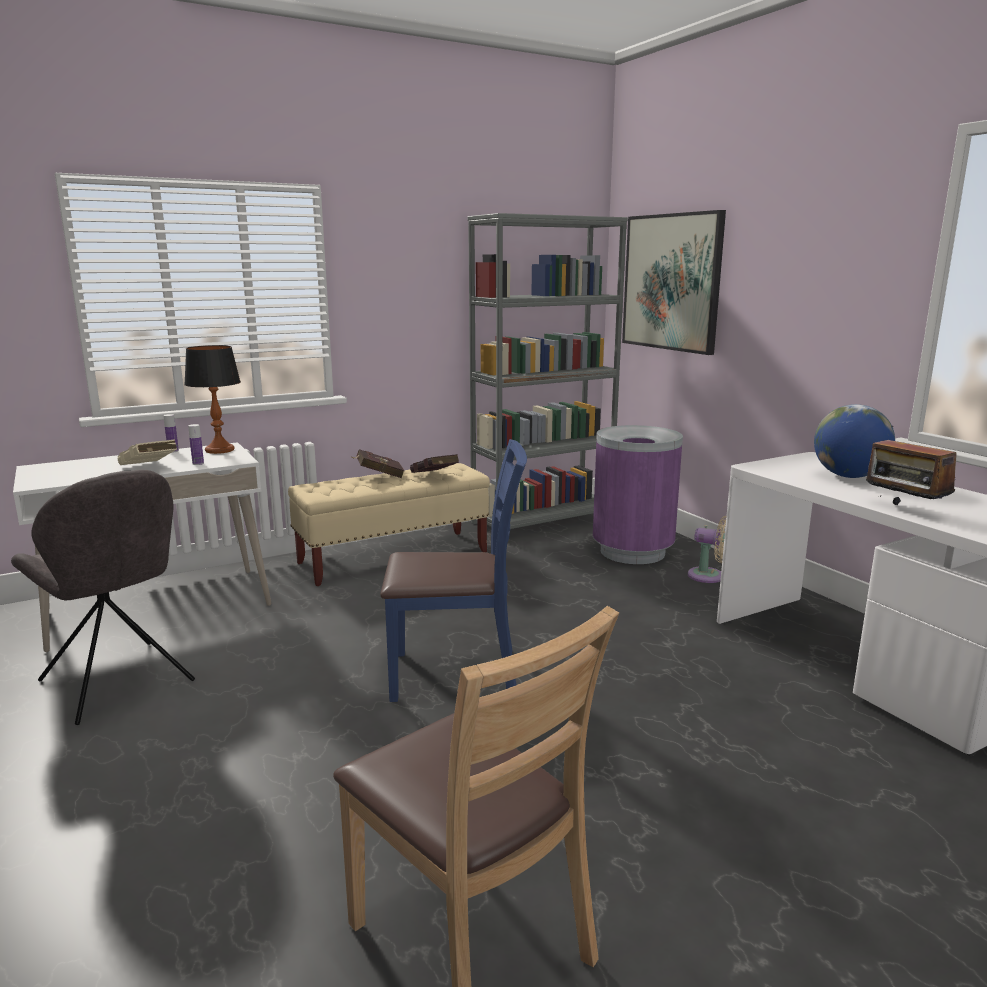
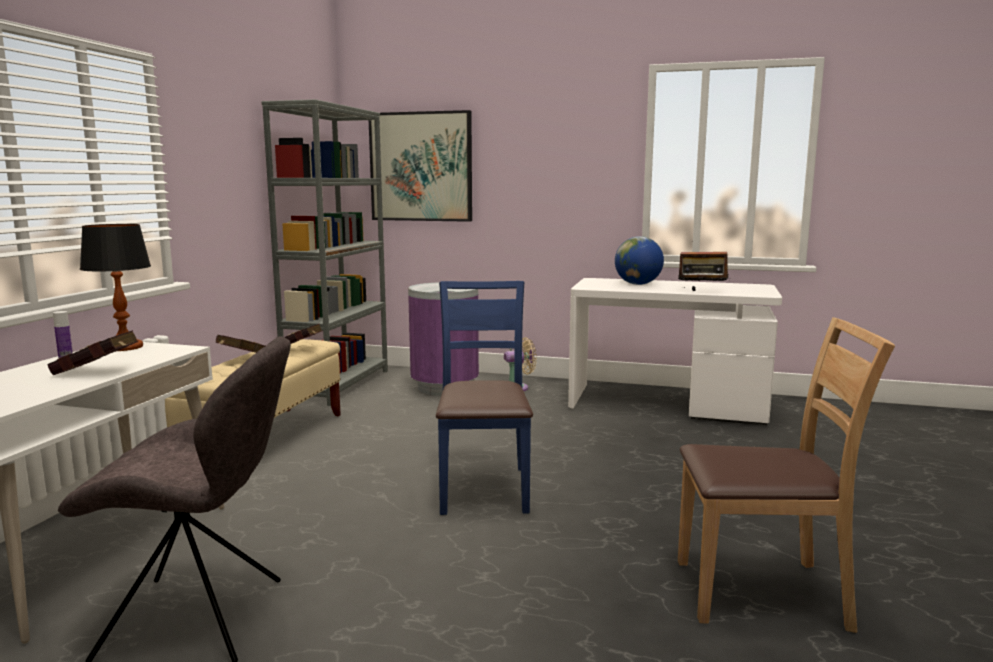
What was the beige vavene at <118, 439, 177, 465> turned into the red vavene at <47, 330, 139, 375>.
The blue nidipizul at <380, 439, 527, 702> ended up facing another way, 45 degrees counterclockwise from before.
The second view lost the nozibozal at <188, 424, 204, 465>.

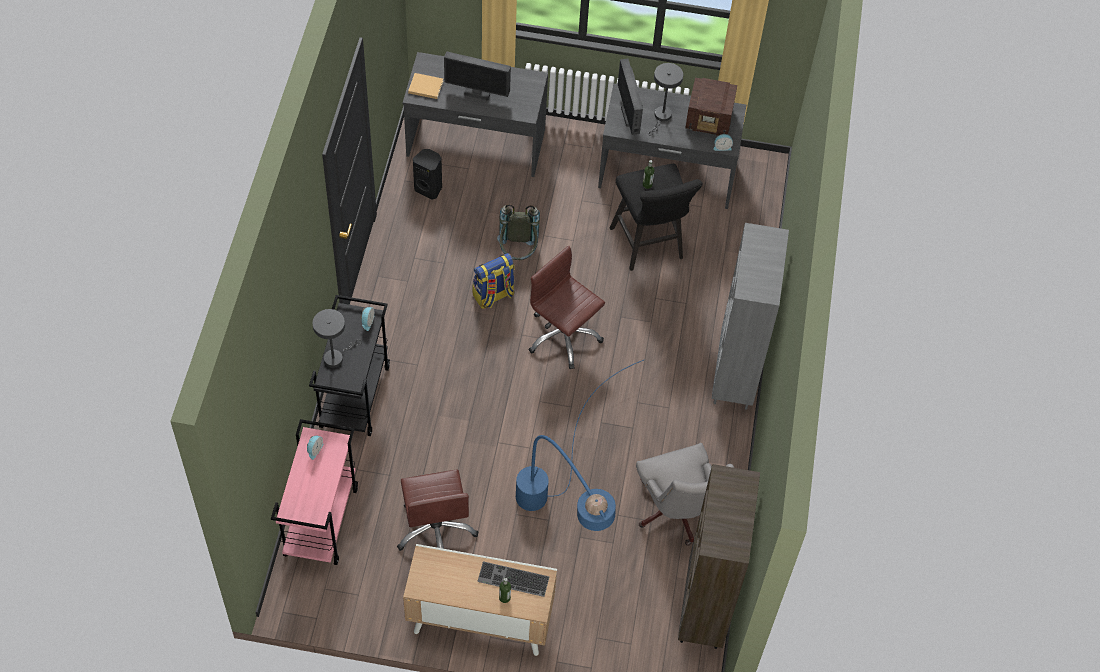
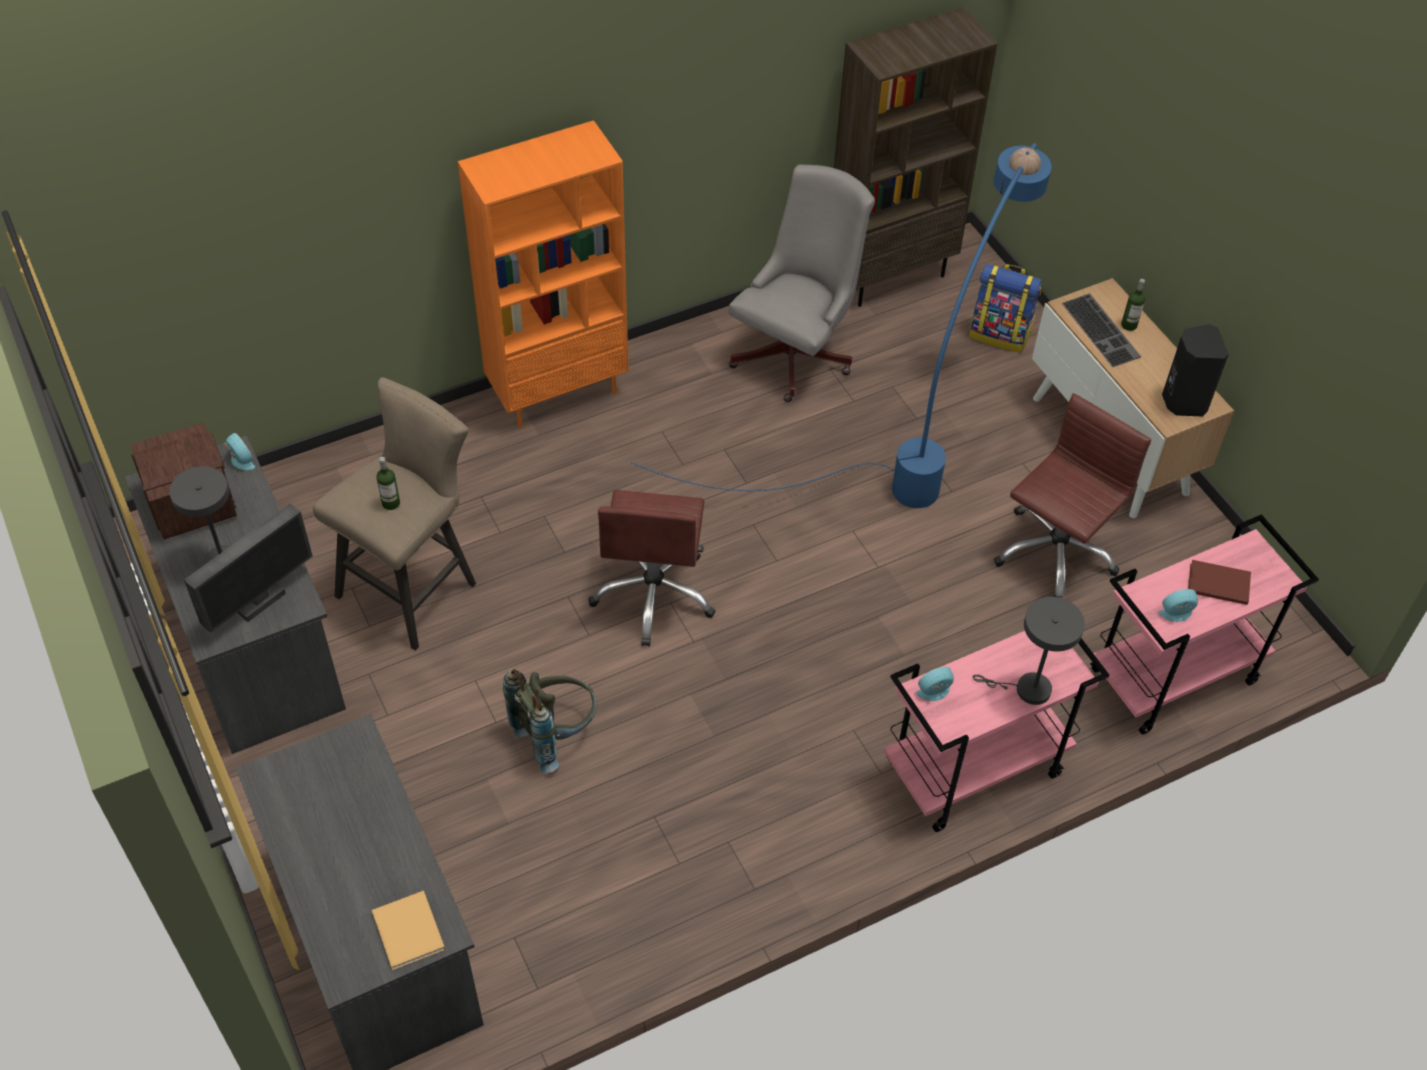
What was the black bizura at <610, 164, 703, 271> turned into the beige bizura at <313, 377, 476, 651>.
What was the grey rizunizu at <712, 223, 789, 410> turned into the orange rizunizu at <458, 120, 629, 429>.
What was the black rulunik at <309, 295, 390, 436> turned into the pink rulunik at <884, 631, 1109, 832>.
The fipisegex ended up elsewhere, having gone from <472, 253, 515, 309> to <969, 264, 1041, 352>.
The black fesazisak ended up elsewhere, having gone from <413, 149, 442, 200> to <1162, 324, 1229, 416>.
The second view gained the brown vavene at <1188, 560, 1251, 605>.
The second view lost the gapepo at <444, 51, 511, 101>.

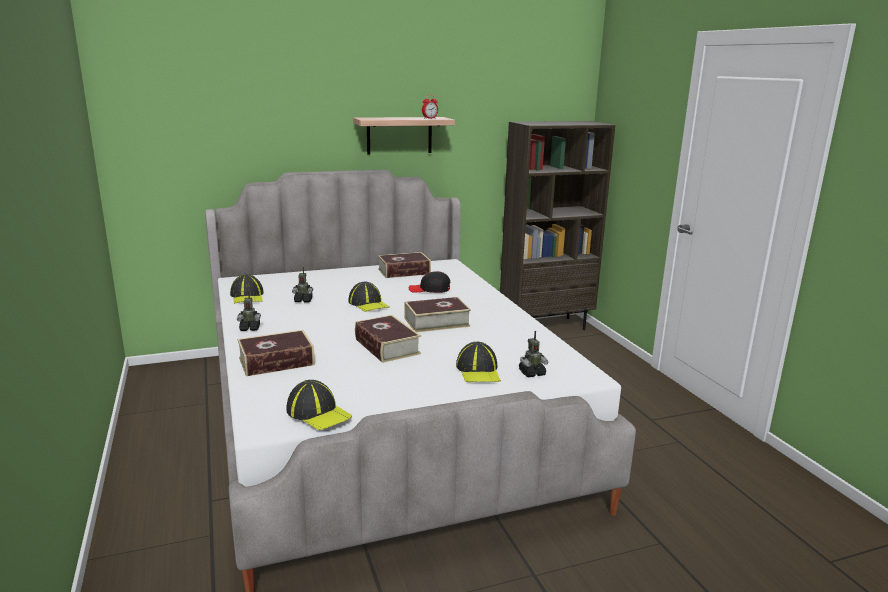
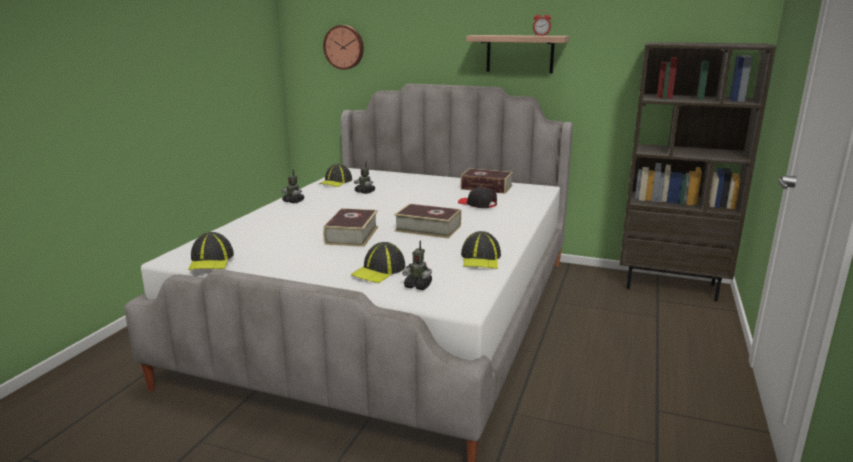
The second view gained the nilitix at <323, 25, 364, 70>.
The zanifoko ended up elsewhere, having gone from <348, 282, 389, 312> to <461, 231, 501, 269>.
The second view lost the vavene at <237, 330, 315, 376>.

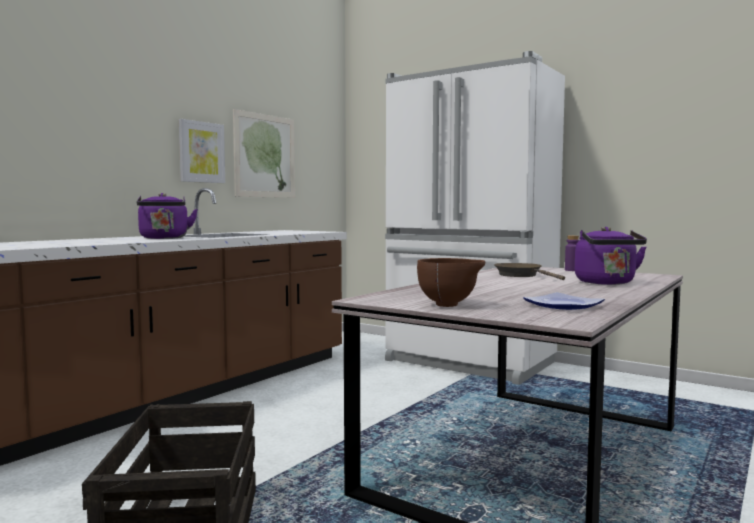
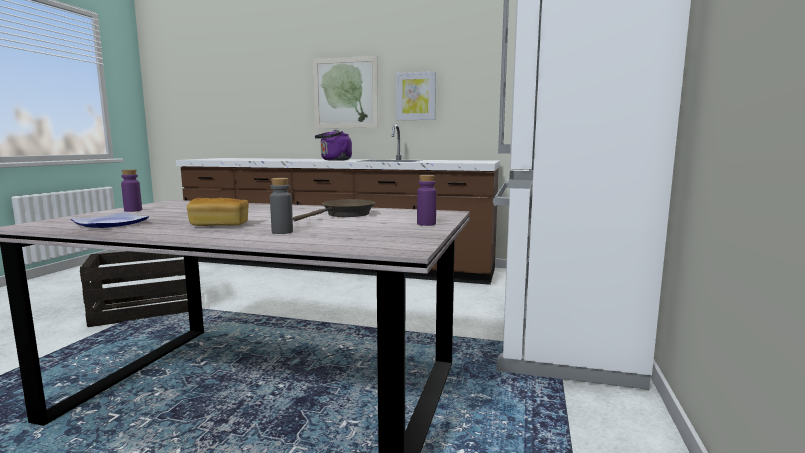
Where the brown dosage stood at <417, 258, 485, 307>, the purple nozibozal came to stand at <121, 169, 142, 212>.
The second view gained the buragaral at <187, 198, 249, 226>.
Where the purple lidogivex stood at <575, 227, 647, 285>, the grey nozibozal came to stand at <270, 178, 293, 234>.
The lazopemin ended up elsewhere, having gone from <233, 109, 295, 198> to <313, 56, 378, 128>.

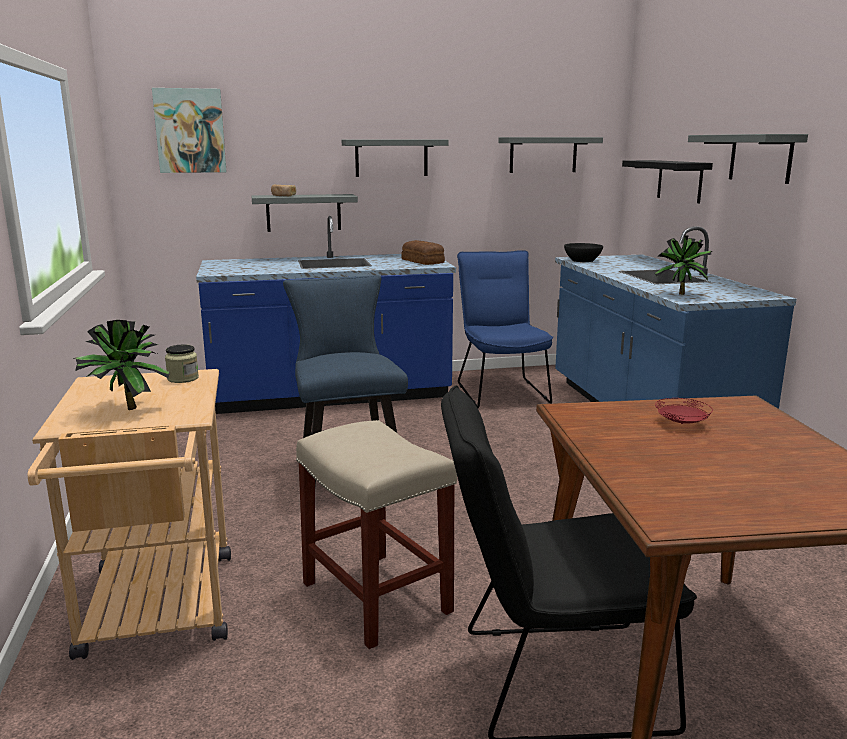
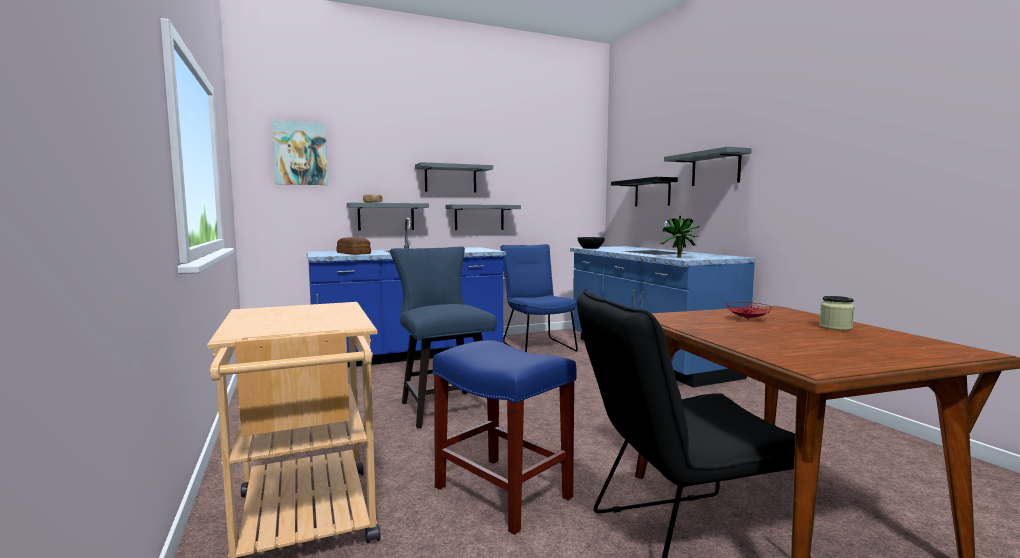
The buragaral ended up elsewhere, having gone from <401, 240, 445, 265> to <337, 237, 371, 255>.
What was the beige bizura at <296, 420, 457, 649> turned into the blue bizura at <432, 340, 577, 535>.
The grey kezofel ended up elsewhere, having gone from <498, 137, 603, 173> to <446, 204, 521, 230>.
The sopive ended up elsewhere, having gone from <165, 345, 199, 383> to <819, 296, 855, 330>.
The second view lost the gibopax at <73, 320, 170, 410>.

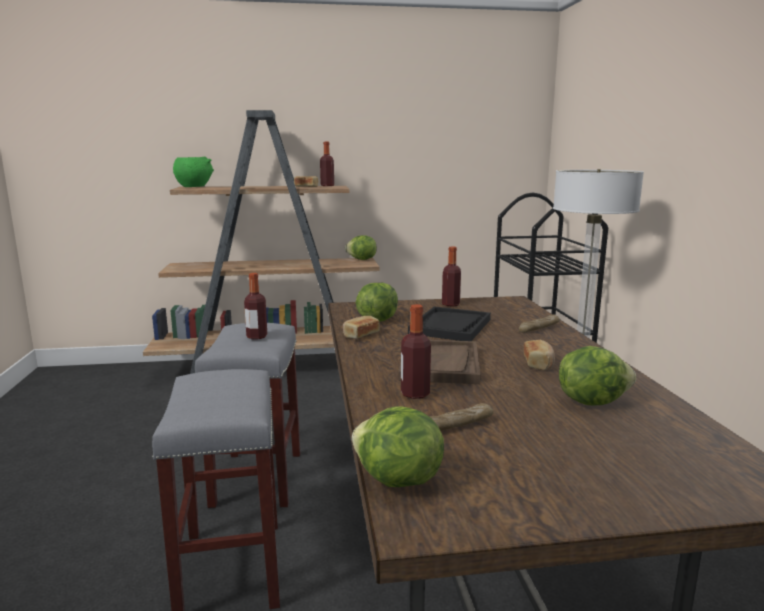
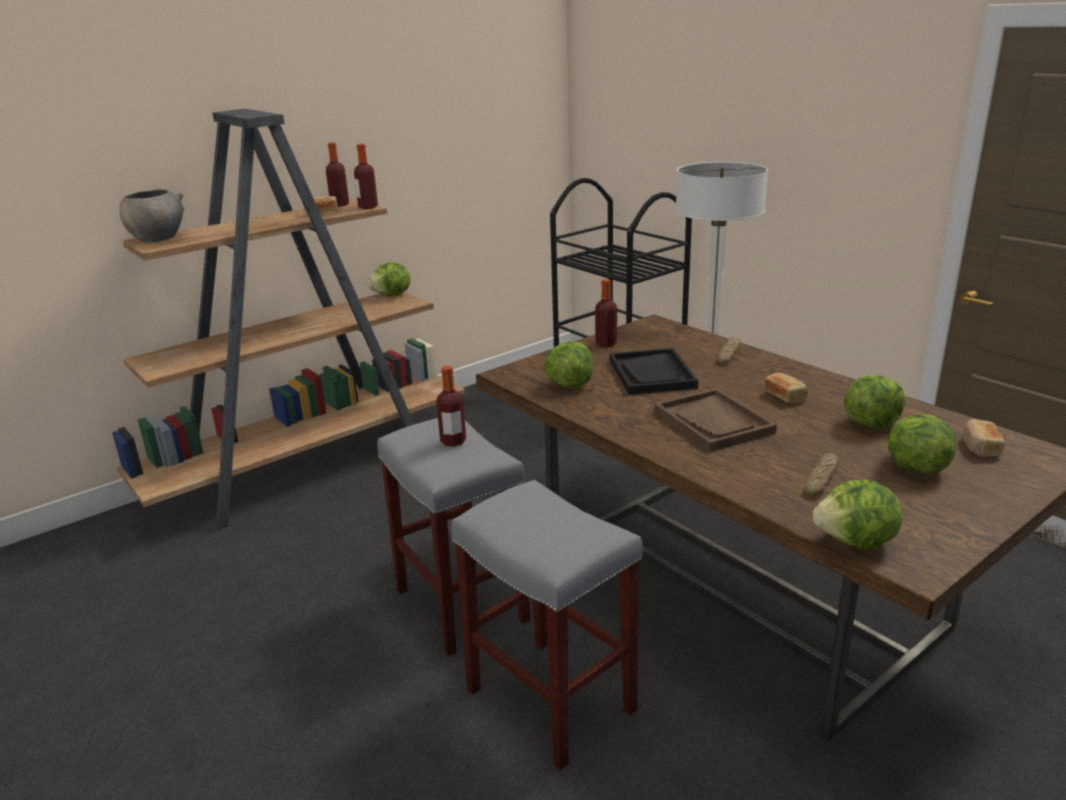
What was the green dosage at <173, 157, 214, 187> turned into the grey dosage at <119, 189, 184, 242>.
The nozibozal ended up elsewhere, having gone from <401, 304, 431, 399> to <354, 144, 378, 209>.
The second view gained the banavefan at <887, 414, 956, 474>.
The buragaral ended up elsewhere, having gone from <343, 316, 380, 339> to <963, 419, 1005, 457>.

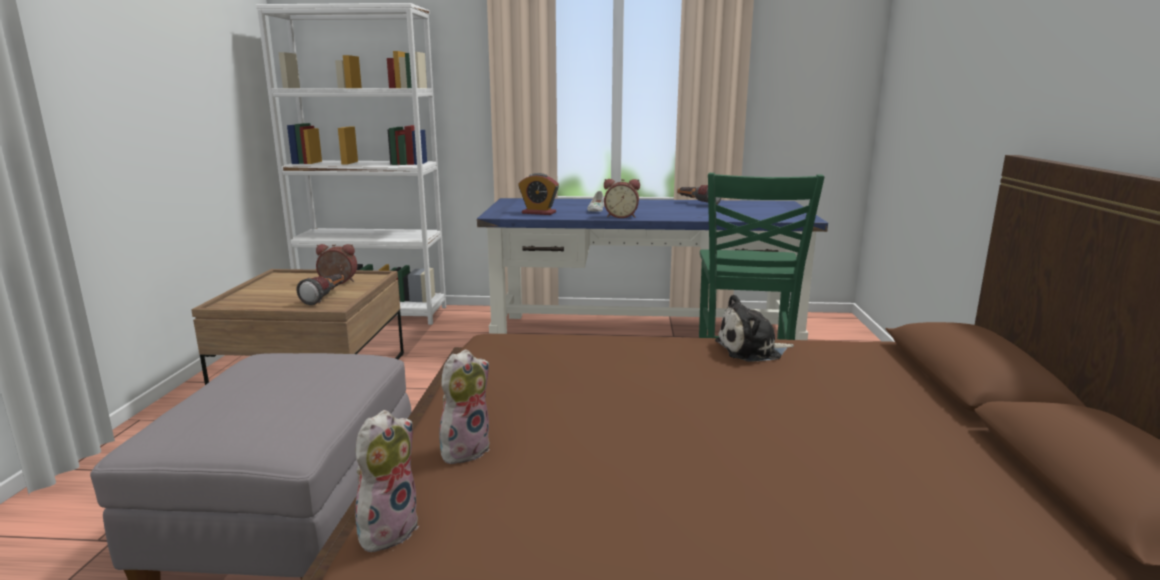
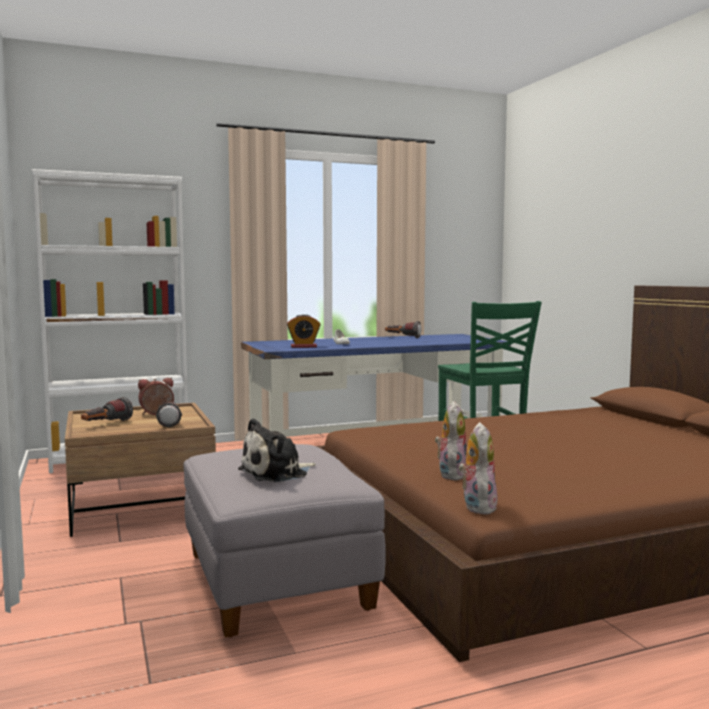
The second view gained the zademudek at <81, 397, 133, 421>.
The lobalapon ended up elsewhere, having gone from <715, 295, 794, 362> to <238, 418, 316, 482>.
The second view lost the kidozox at <604, 179, 640, 218>.

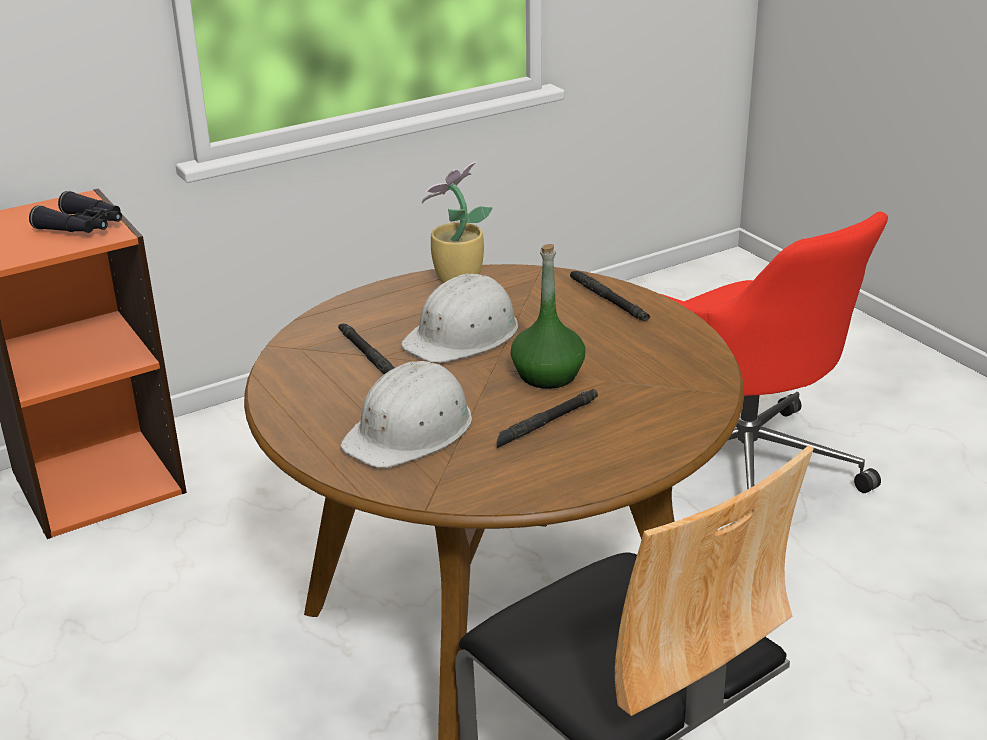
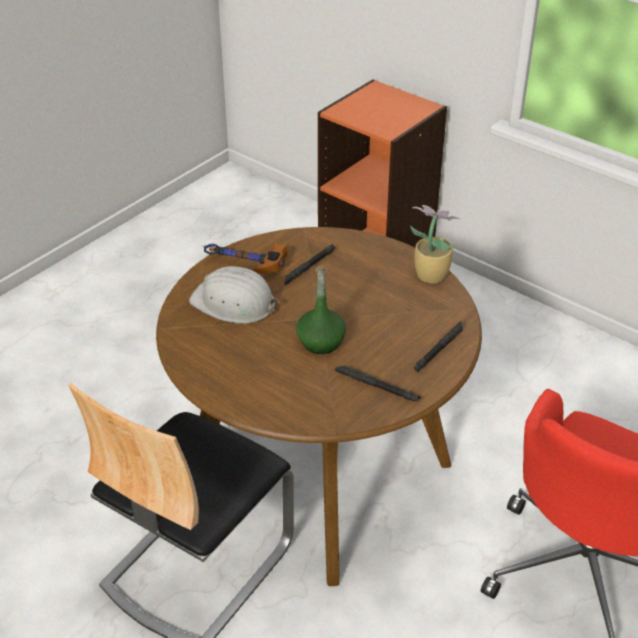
The second view gained the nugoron at <203, 243, 288, 273>.
The black zademudek ended up elsewhere, having gone from <497, 389, 598, 448> to <335, 366, 421, 402>.
The second view lost the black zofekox at <29, 191, 122, 233>.
The second view lost the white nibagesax at <401, 273, 518, 363>.

